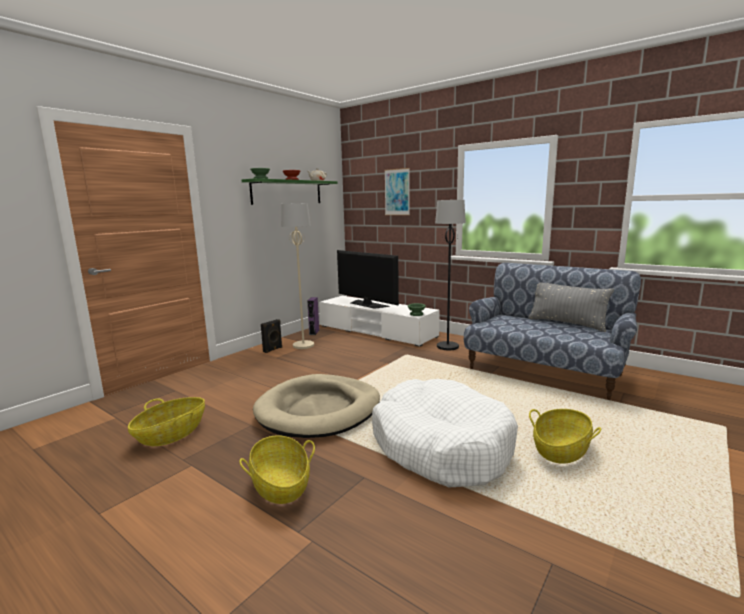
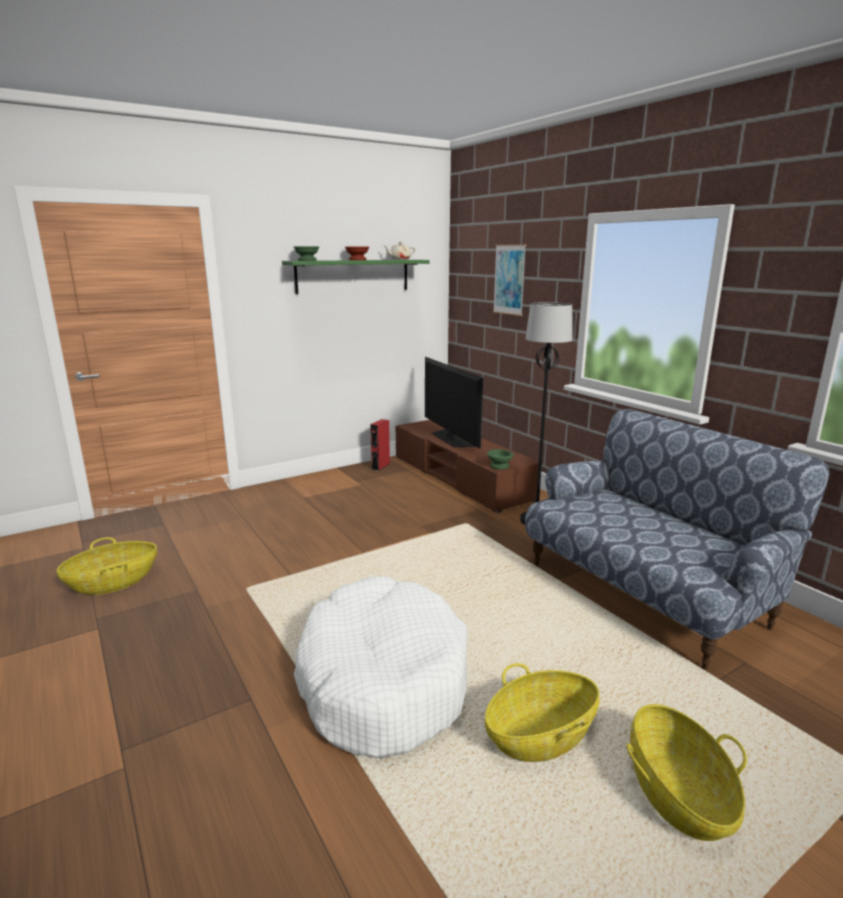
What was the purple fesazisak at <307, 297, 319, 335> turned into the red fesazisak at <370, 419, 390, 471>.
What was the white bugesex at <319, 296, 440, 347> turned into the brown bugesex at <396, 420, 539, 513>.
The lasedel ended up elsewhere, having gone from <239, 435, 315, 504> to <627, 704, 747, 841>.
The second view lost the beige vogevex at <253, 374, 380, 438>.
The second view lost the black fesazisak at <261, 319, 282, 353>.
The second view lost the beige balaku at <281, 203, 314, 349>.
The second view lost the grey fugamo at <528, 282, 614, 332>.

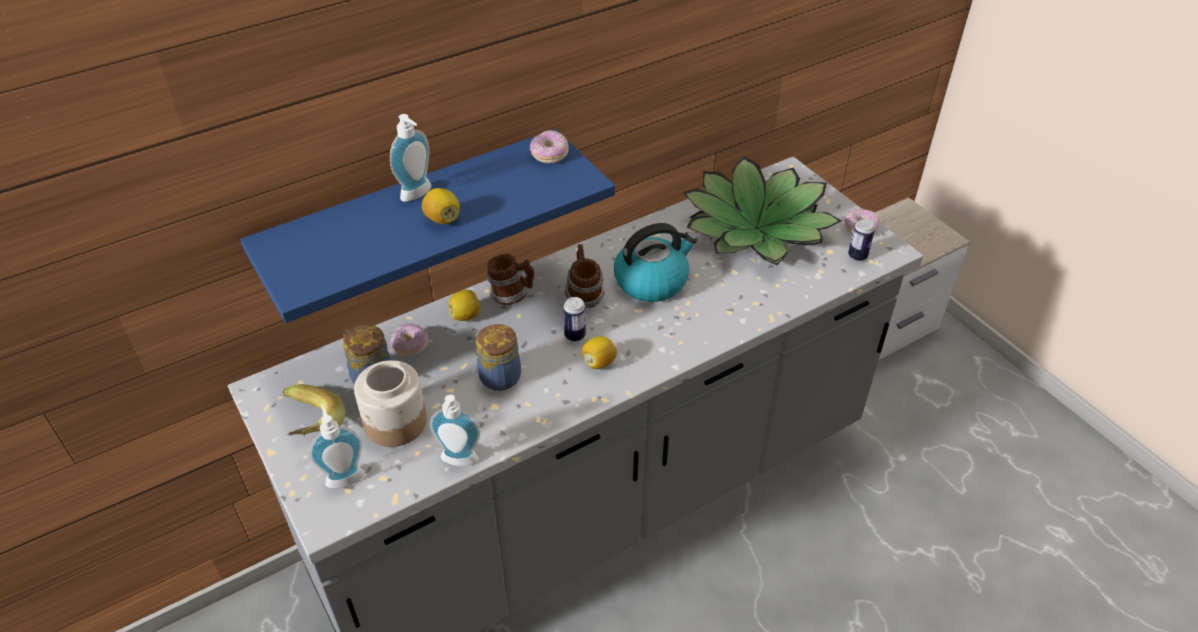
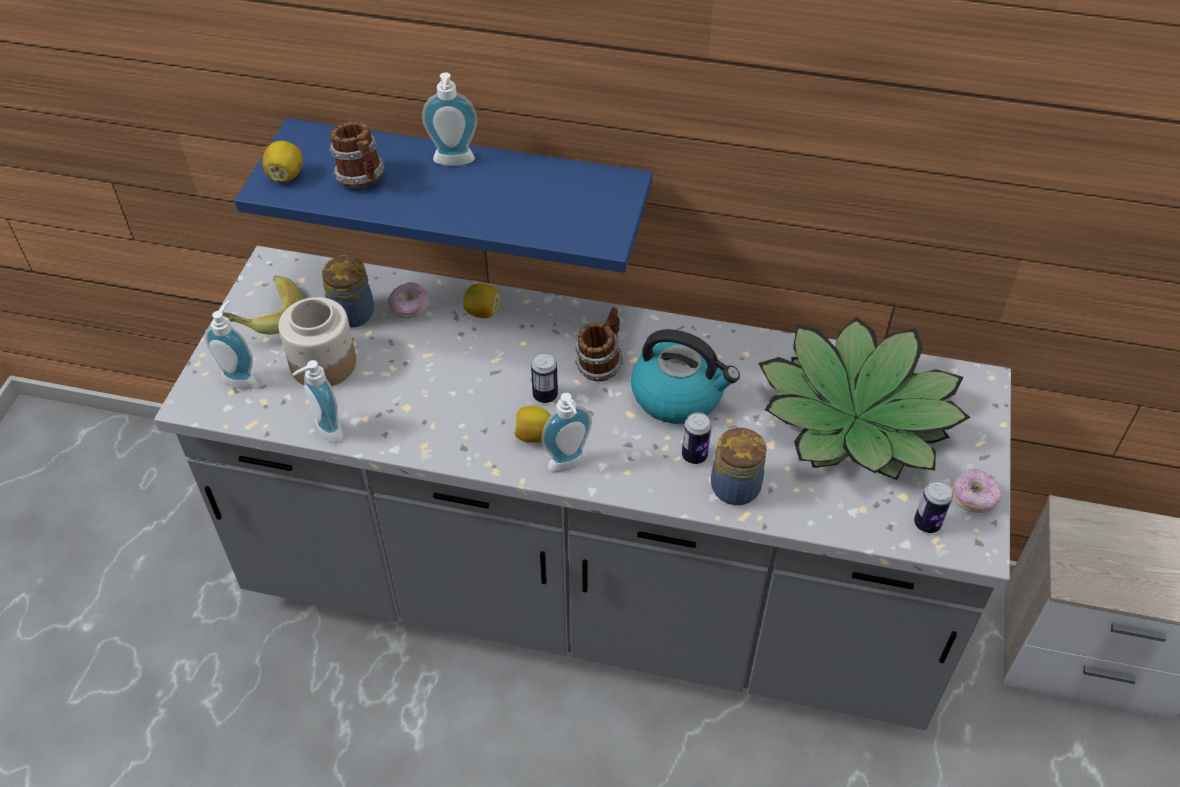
The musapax ended up elsewhere, having gone from <422, 188, 460, 224> to <262, 141, 303, 182>.
The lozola ended up elsewhere, having gone from <487, 254, 535, 305> to <329, 122, 385, 188>.
The second view gained the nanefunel at <541, 393, 592, 472>.
The second view gained the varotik at <682, 412, 711, 464>.
The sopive ended up elsewhere, having gone from <474, 324, 521, 391> to <711, 425, 766, 505>.
The second view lost the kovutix at <530, 130, 569, 164>.

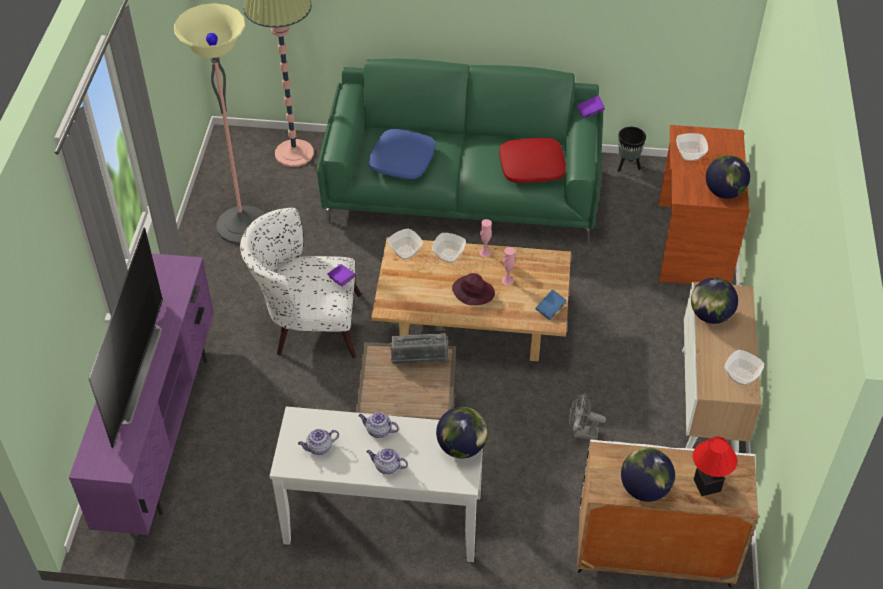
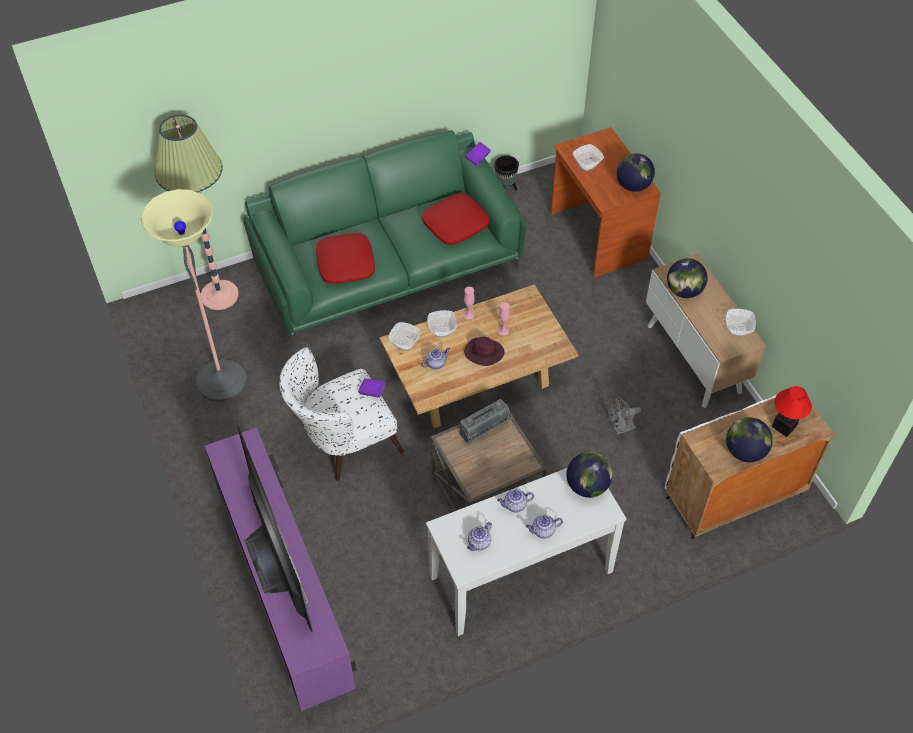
What was the blue fugamo at <368, 129, 436, 179> turned into the red fugamo at <316, 233, 375, 284>.
The second view gained the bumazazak at <421, 348, 450, 369>.
The second view lost the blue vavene at <535, 290, 566, 320>.

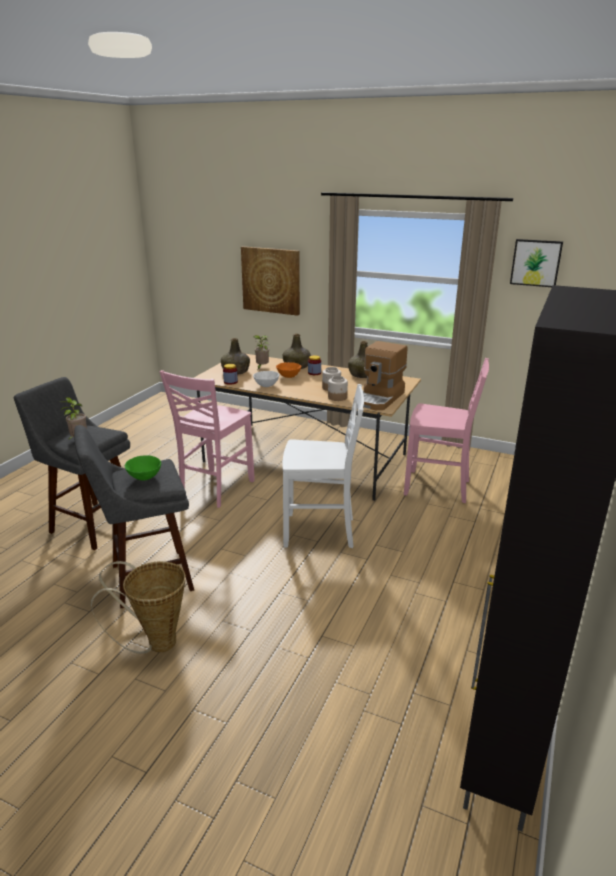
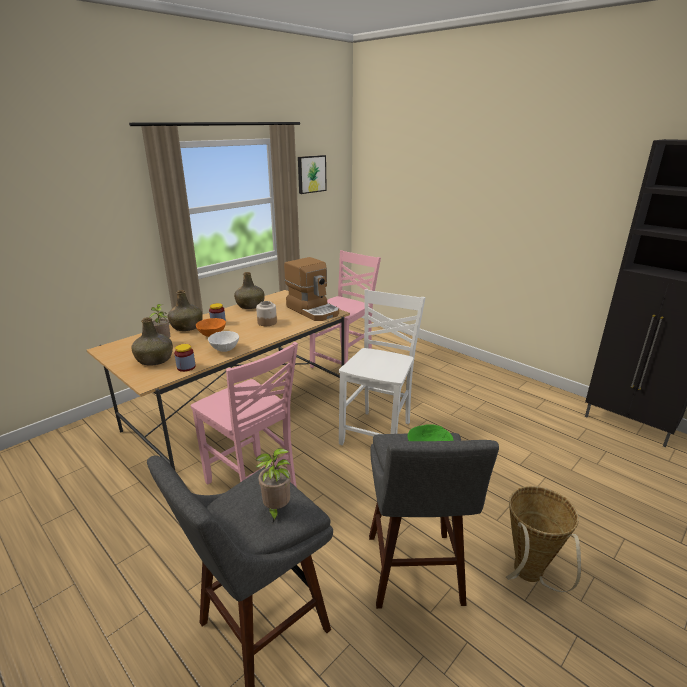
The second view lost the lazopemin at <241, 246, 300, 316>.
The second view lost the sopive at <328, 376, 348, 401>.

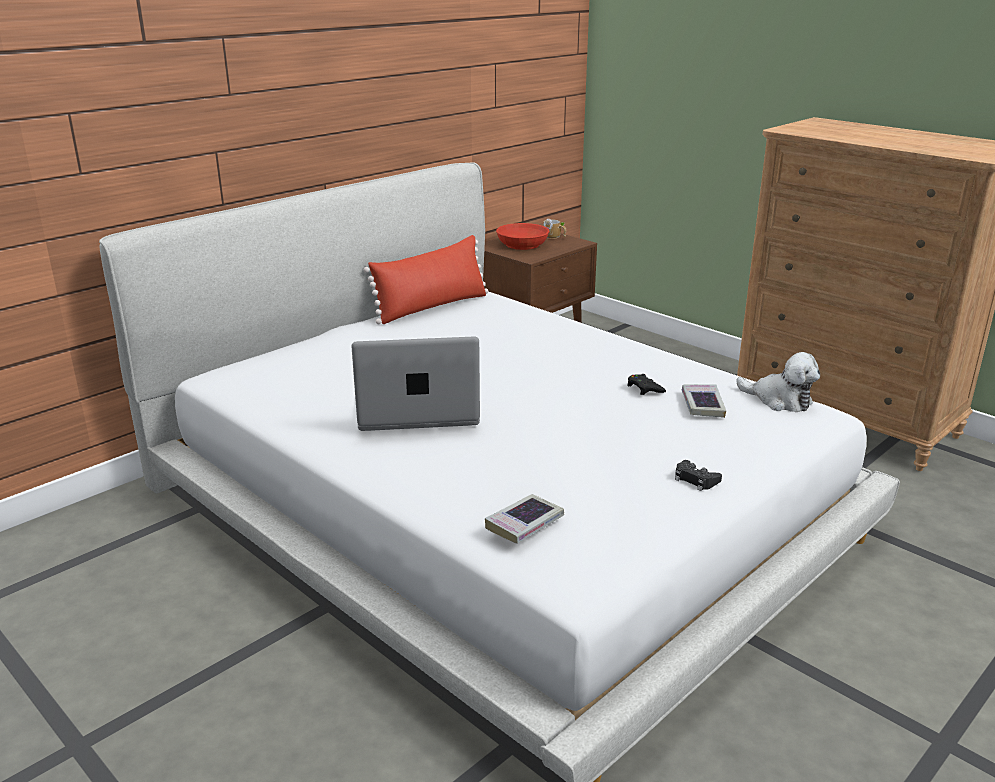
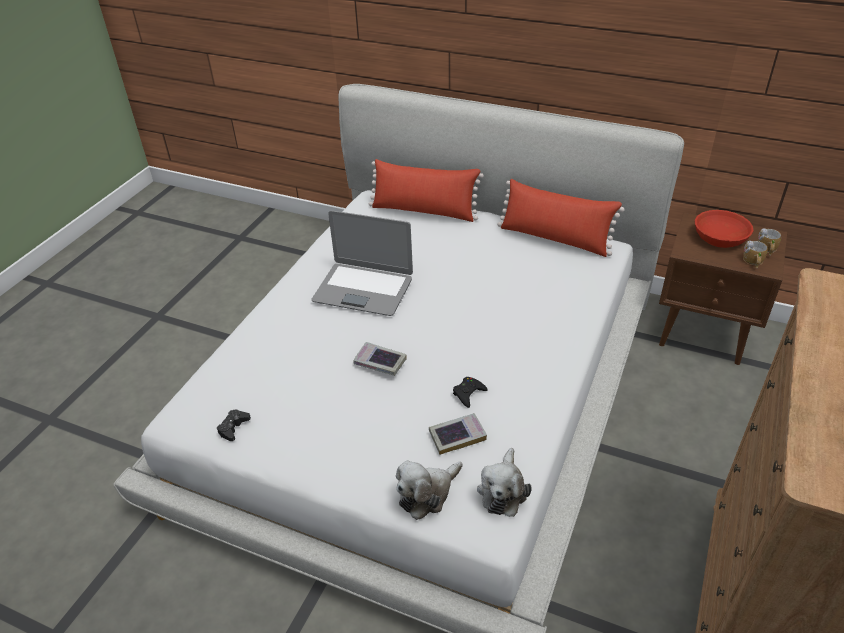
The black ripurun ended up elsewhere, having gone from <675, 460, 722, 491> to <217, 409, 251, 441>.
The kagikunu at <351, 337, 480, 431> ended up facing another way, 135 degrees clockwise from before.
The vavene ended up elsewhere, having gone from <485, 494, 564, 544> to <353, 342, 406, 376>.
The second view gained the red fugamo at <369, 159, 484, 222>.
The second view gained the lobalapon at <396, 460, 463, 520>.
The second view gained the lozola at <743, 241, 768, 268>.

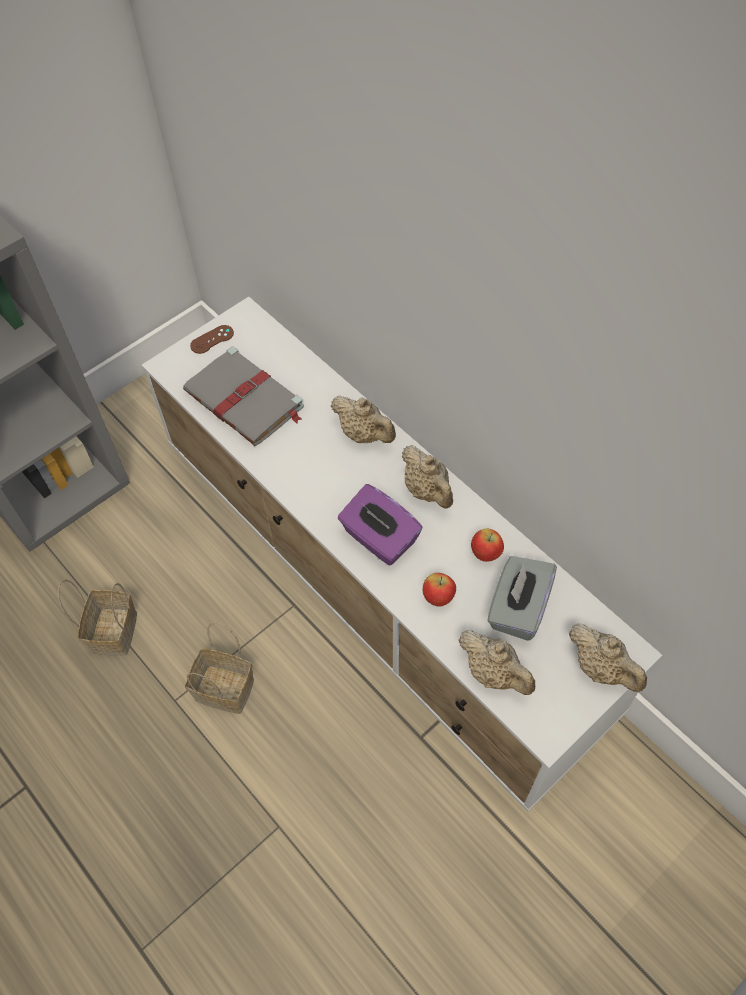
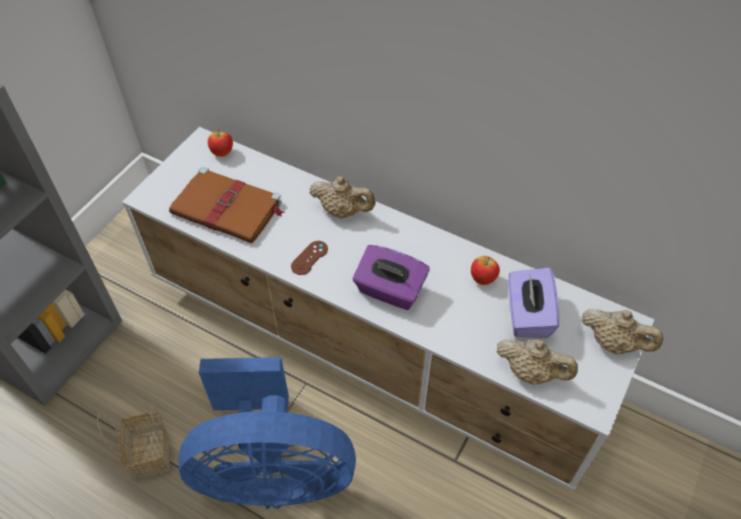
What was the grey vavene at <183, 346, 304, 446> turned into the brown vavene at <169, 167, 285, 243>.
Where the lasedel stood at <185, 622, 254, 714>, the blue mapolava came to stand at <179, 357, 356, 509>.
The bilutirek ended up elsewhere, having gone from <423, 573, 456, 607> to <208, 129, 233, 157>.
The brown ripurun ended up elsewhere, having gone from <190, 325, 234, 354> to <291, 241, 328, 275>.
What was the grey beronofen at <487, 556, 557, 641> turned into the purple beronofen at <508, 268, 559, 338>.
The second view lost the beige bumazazak at <401, 445, 453, 509>.

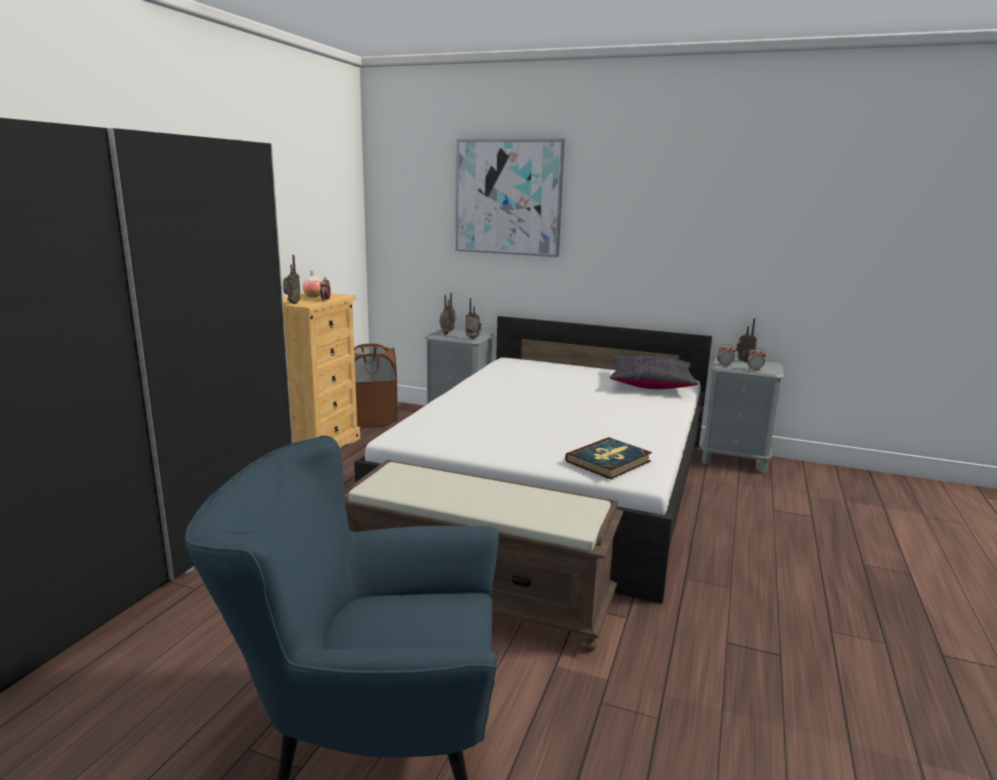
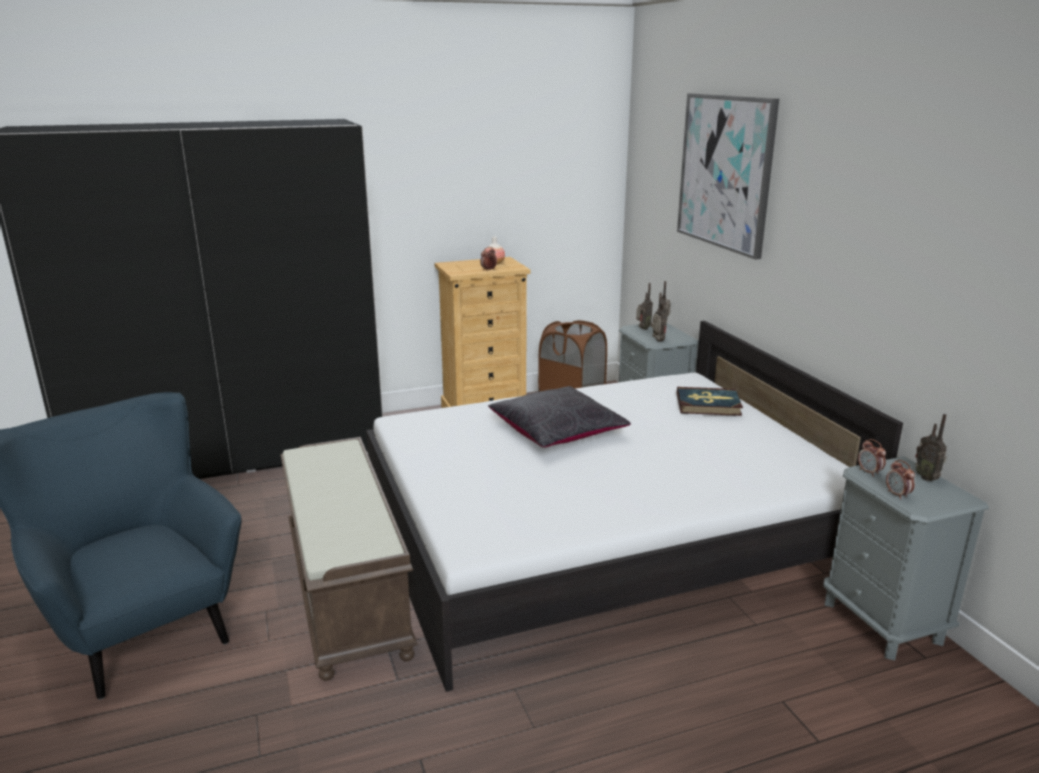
The black fugamo ended up elsewhere, having gone from <610, 355, 698, 389> to <488, 386, 631, 447>.
The vavene ended up elsewhere, having gone from <565, 437, 652, 479> to <677, 387, 743, 416>.
The second view lost the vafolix at <283, 255, 301, 304>.

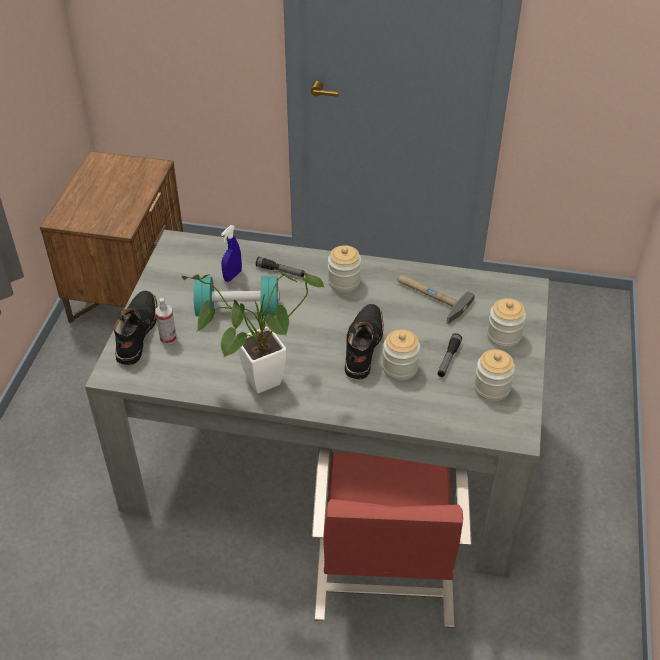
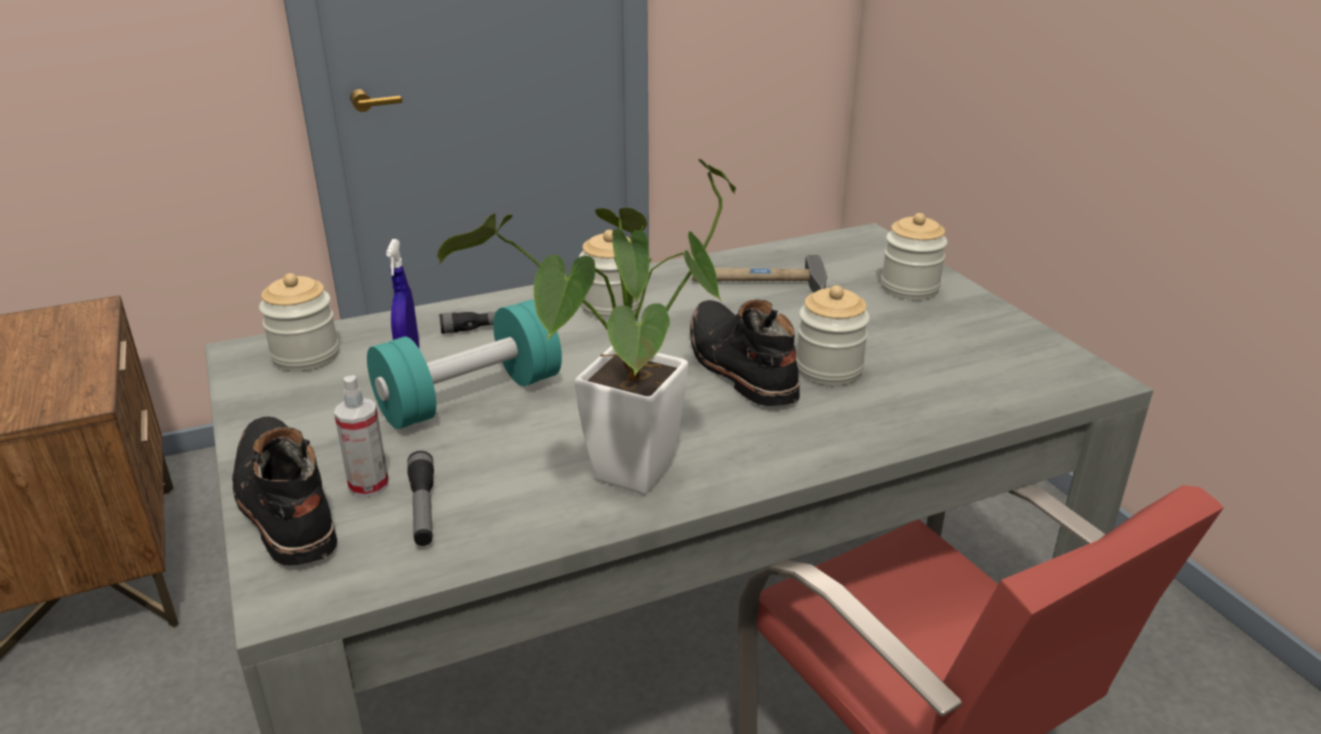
The sopive ended up elsewhere, having gone from <474, 349, 515, 401> to <259, 273, 339, 371>.
The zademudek ended up elsewhere, having gone from <437, 333, 462, 377> to <407, 451, 434, 546>.

